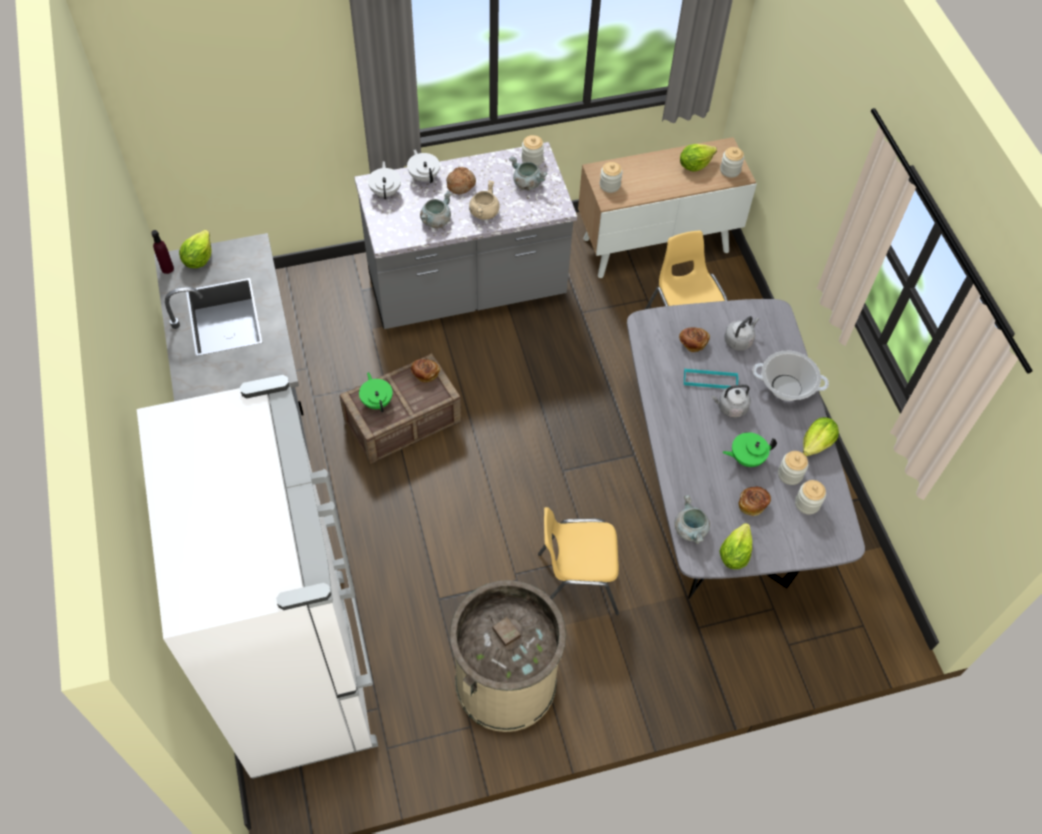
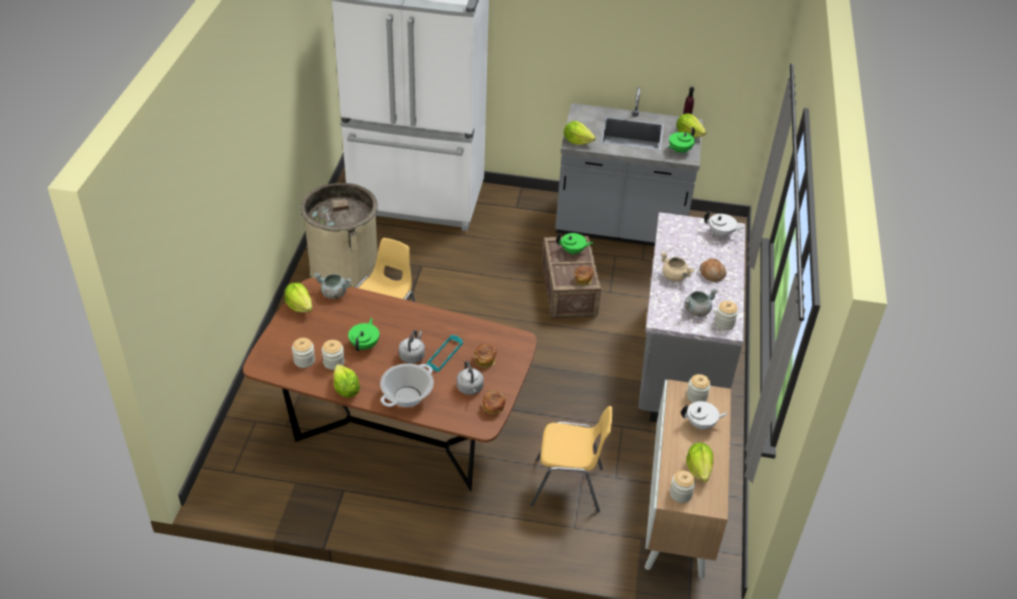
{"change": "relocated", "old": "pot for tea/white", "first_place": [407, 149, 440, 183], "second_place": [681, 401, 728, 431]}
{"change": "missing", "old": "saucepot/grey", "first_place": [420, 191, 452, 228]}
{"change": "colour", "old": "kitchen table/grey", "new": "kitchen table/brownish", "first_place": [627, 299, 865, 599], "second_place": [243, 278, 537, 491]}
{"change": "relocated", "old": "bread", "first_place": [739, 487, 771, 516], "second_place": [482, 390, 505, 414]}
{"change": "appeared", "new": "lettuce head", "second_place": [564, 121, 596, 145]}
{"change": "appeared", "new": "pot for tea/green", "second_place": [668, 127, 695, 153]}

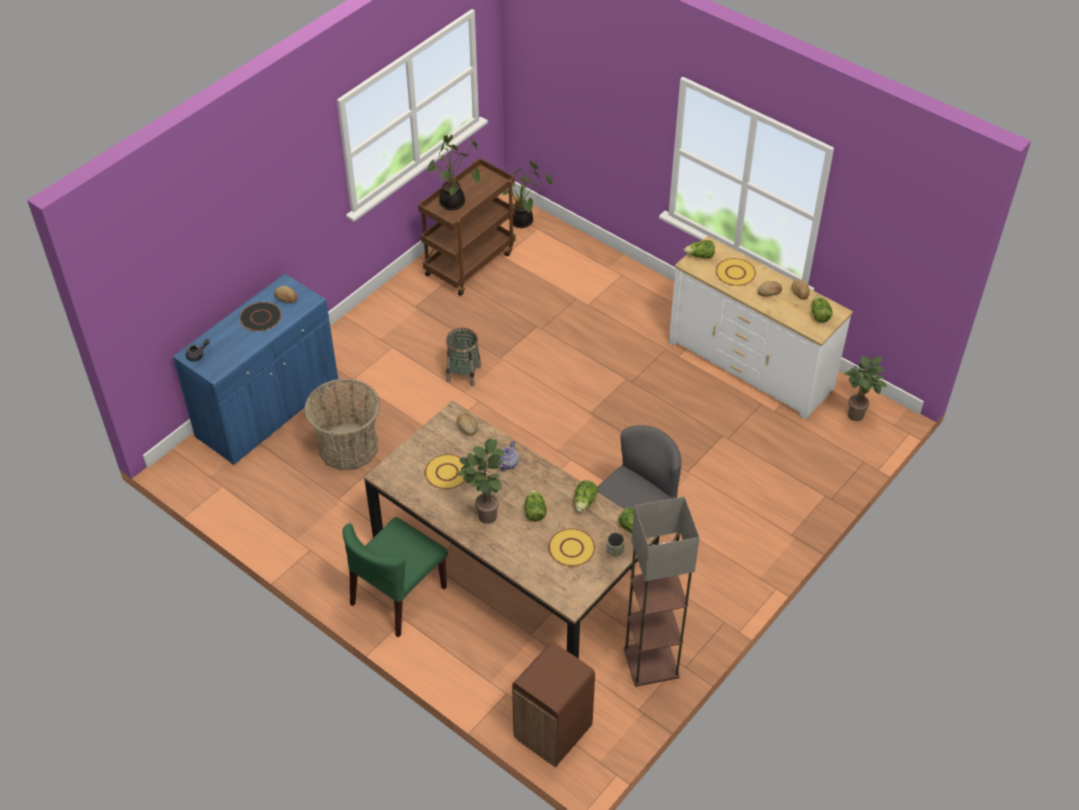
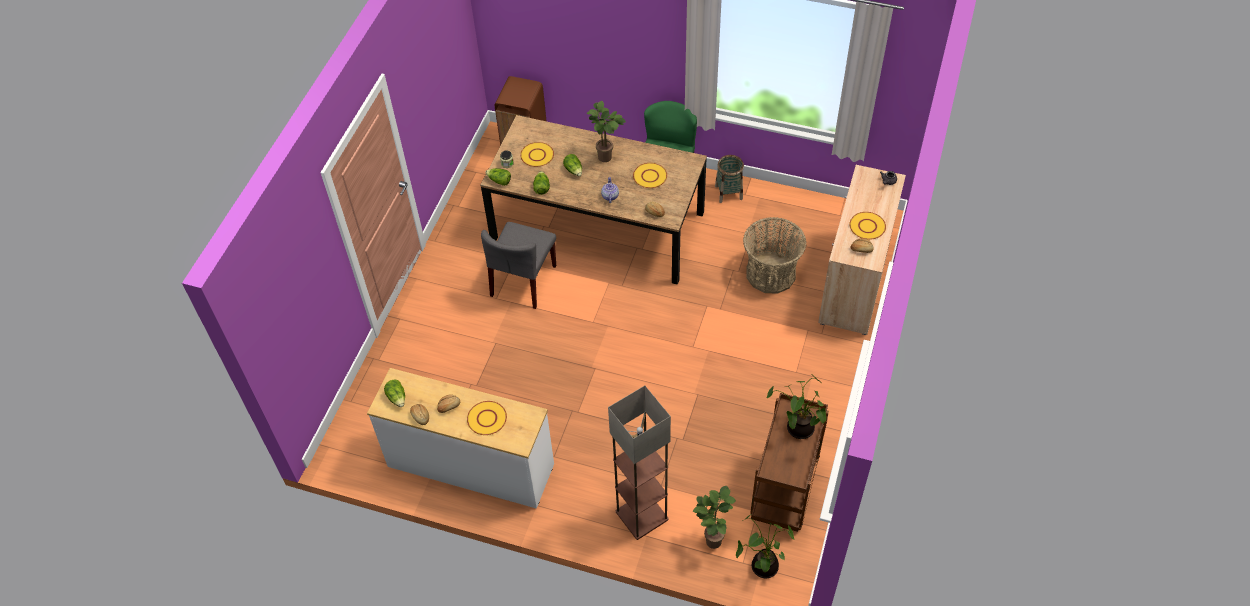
{"change": "missing", "old": "lettuce head", "first_place": [684, 240, 715, 258]}
{"change": "colour", "old": "cupboard/blue", "new": "cupboard/sand-coloured", "first_place": [173, 274, 338, 464], "second_place": [818, 165, 906, 335]}
{"change": "colour", "old": "plate/blackish", "new": "plate/yellow", "first_place": [240, 302, 281, 331], "second_place": [849, 212, 886, 240]}
{"change": "relocated", "old": "household basket", "first_place": [446, 328, 481, 386], "second_place": [715, 155, 744, 203]}
{"change": "relocated", "old": "potted plant", "first_place": [844, 356, 887, 421], "second_place": [693, 486, 736, 549]}
{"change": "relocated", "old": "standing lamp", "first_place": [624, 497, 700, 687], "second_place": [608, 386, 671, 540]}

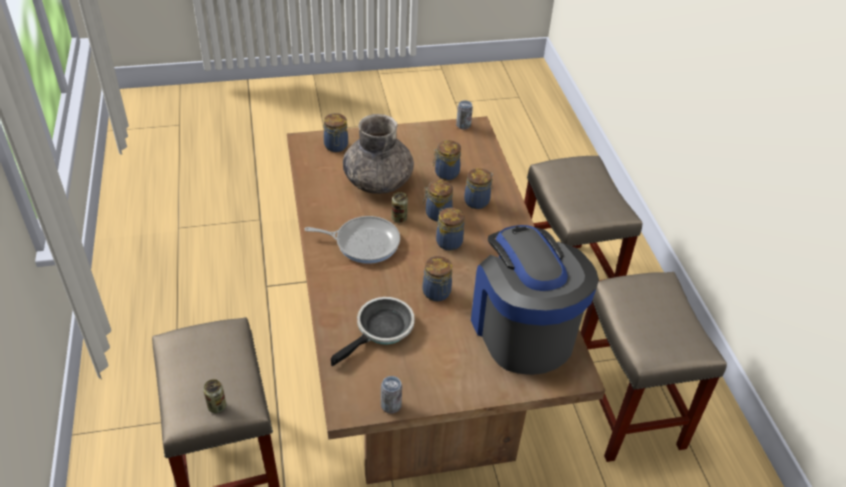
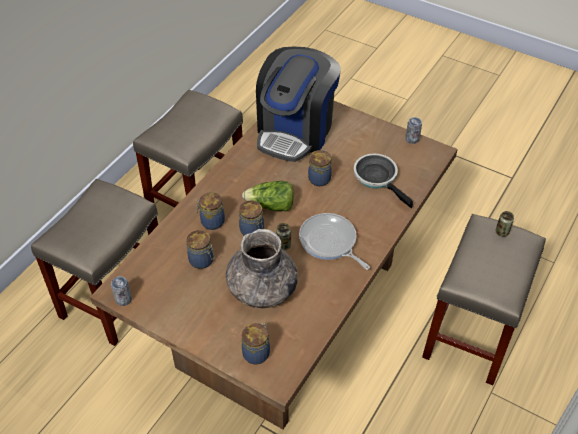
{"change": "exchanged", "old": "preserve jar", "new": "lettuce head", "first_place": [436, 208, 464, 251], "second_place": [242, 181, 294, 212]}
{"change": "spun", "old": "skillet", "first_place": [331, 297, 415, 366], "second_place": [354, 154, 413, 208], "degrees": 60}

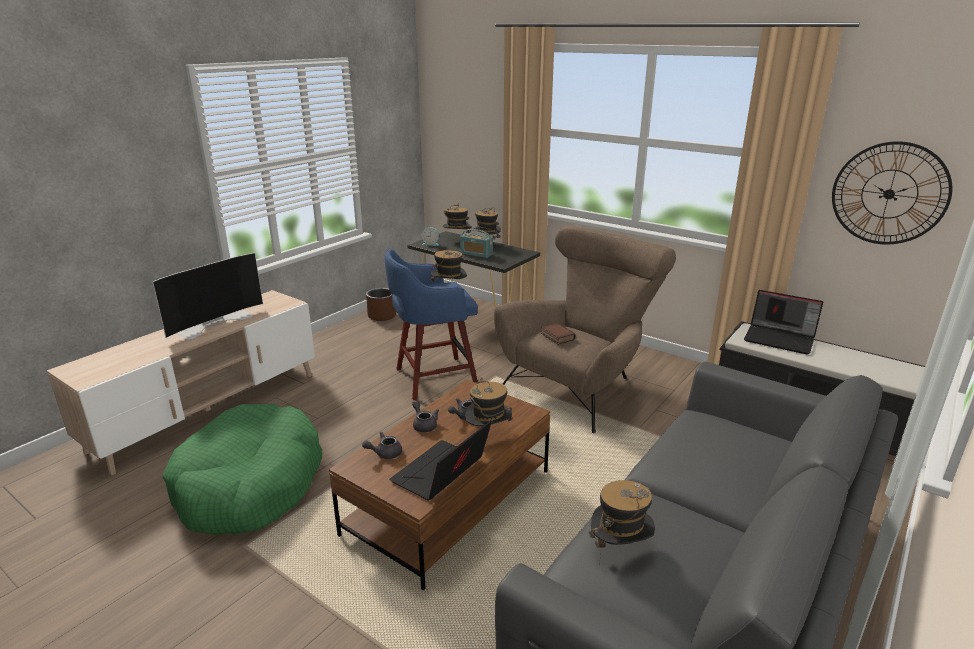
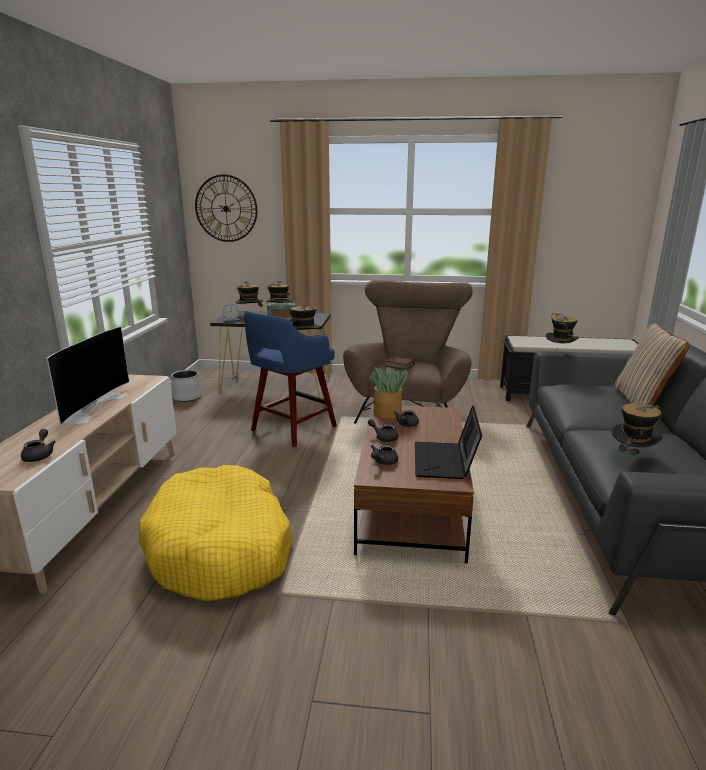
{"change": "relocated", "old": "clock on the wall", "first_place": [832, 141, 952, 245], "second_place": [195, 174, 257, 242]}
{"change": "colour", "old": "flower pot/brownish", "new": "flower pot/grey", "first_place": [366, 288, 396, 321], "second_place": [170, 370, 201, 402]}
{"change": "missing", "old": "notebook computer", "first_place": [744, 290, 823, 355]}
{"change": "relocated", "old": "wearable hat", "first_place": [465, 377, 513, 426], "second_place": [546, 313, 579, 343]}
{"change": "colour", "old": "pet bed/green", "new": "pet bed/yellow", "first_place": [163, 404, 322, 535], "second_place": [139, 465, 293, 601]}
{"change": "appeared", "new": "pillow/sand-coloured", "second_place": [615, 323, 690, 405]}
{"change": "appeared", "new": "potted plant", "second_place": [371, 367, 407, 418]}
{"change": "appeared", "new": "pot for tea/grey", "second_place": [21, 429, 56, 462]}

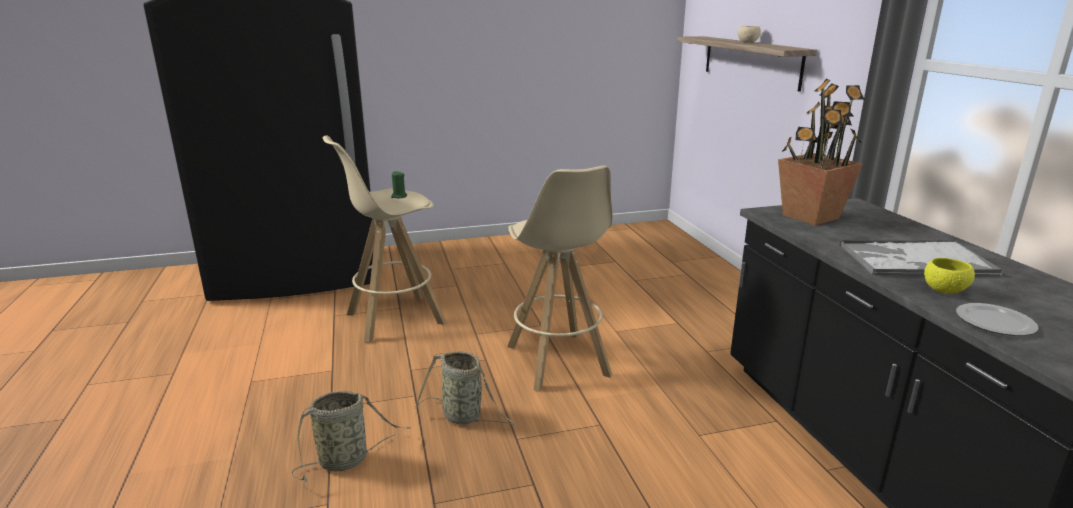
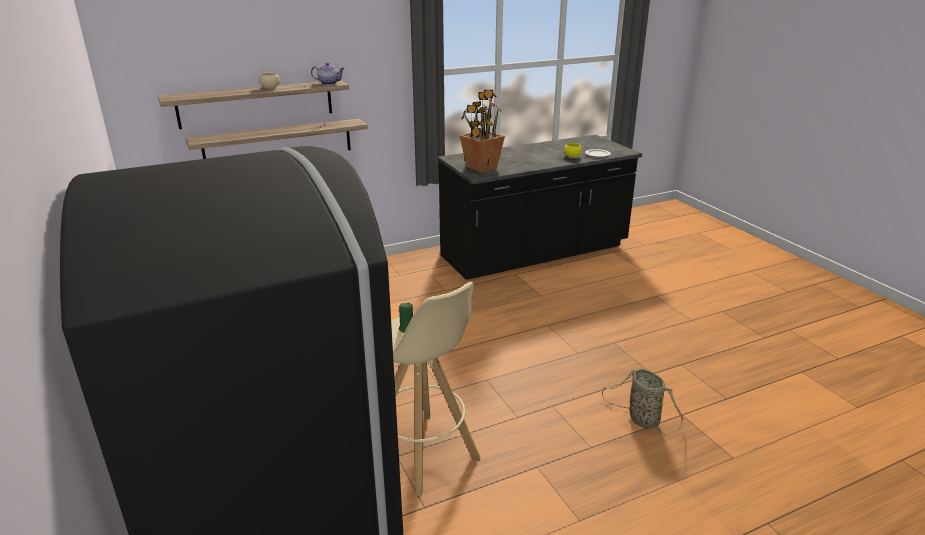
{"change": "missing", "old": "stool/sand-coloured", "first_place": [507, 166, 613, 392]}
{"change": "missing", "old": "serving tray", "first_place": [840, 240, 1003, 277]}
{"change": "missing", "old": "household basket", "first_place": [415, 351, 518, 426]}
{"change": "appeared", "new": "pot for tea", "second_place": [311, 62, 345, 85]}
{"change": "appeared", "new": "bracket shelf", "second_place": [186, 119, 368, 159]}

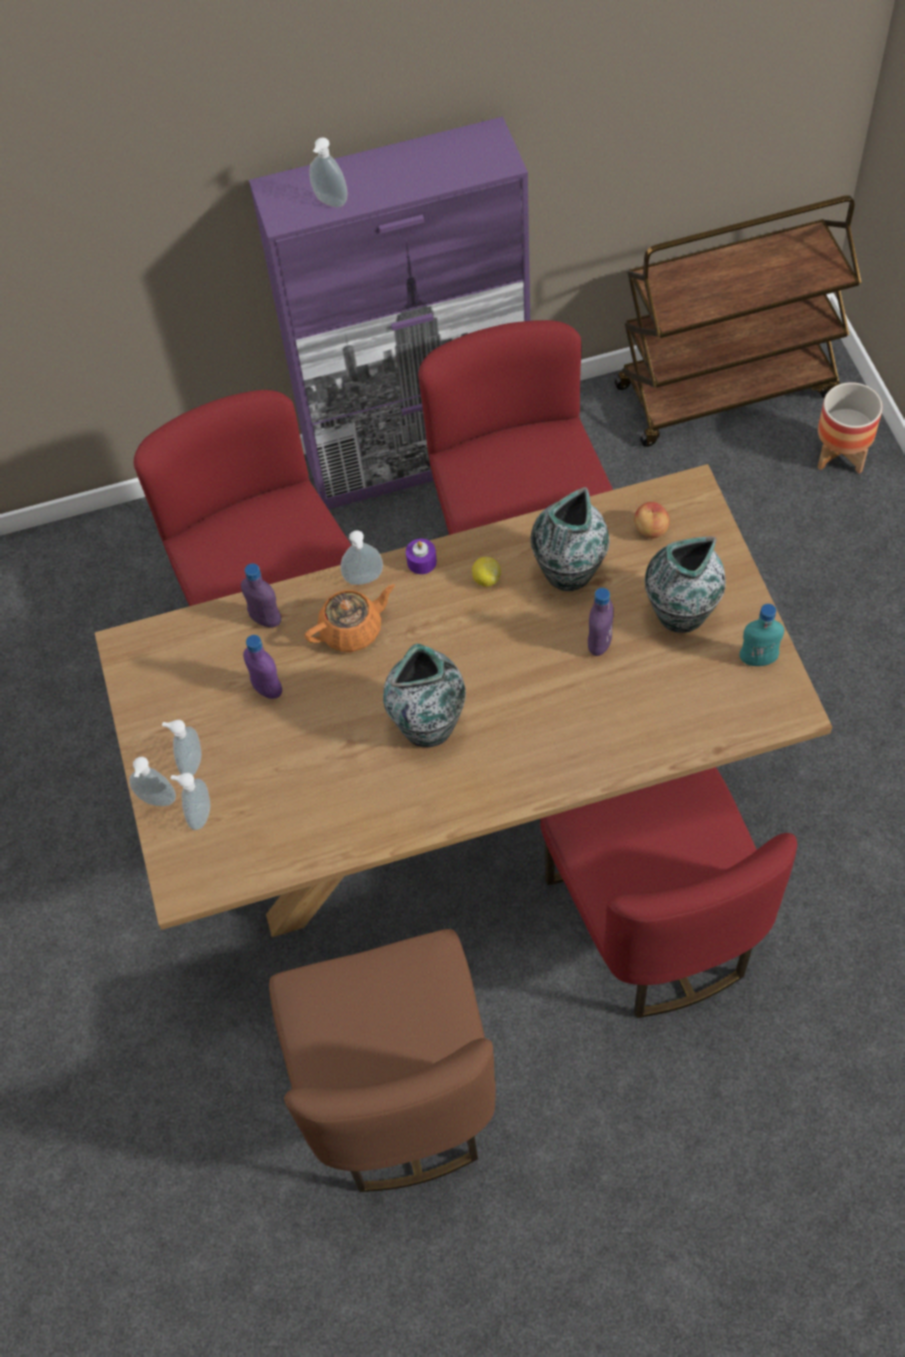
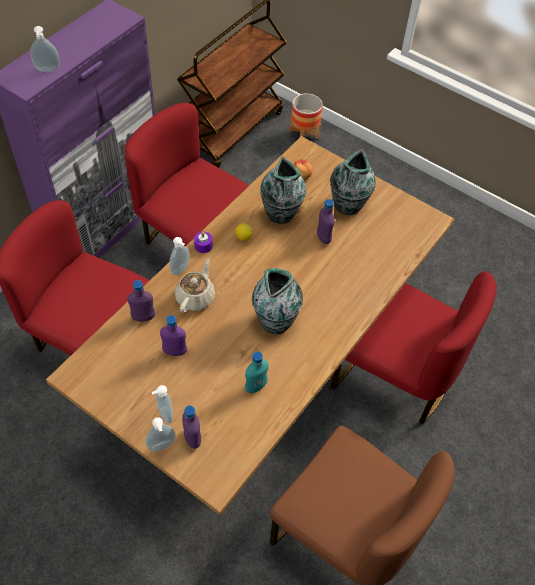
{"change": "colour", "old": "pot for tea/orangey", "new": "pot for tea/sand-coloured", "first_place": [305, 584, 395, 652], "second_place": [175, 259, 215, 313]}
{"change": "relocated", "old": "drink bottle/blue-green", "first_place": [740, 604, 784, 666], "second_place": [245, 352, 268, 393]}
{"change": "exchanged", "old": "liquid soap bottle", "new": "drink bottle/purplish", "first_place": [171, 773, 210, 830], "second_place": [182, 406, 201, 449]}

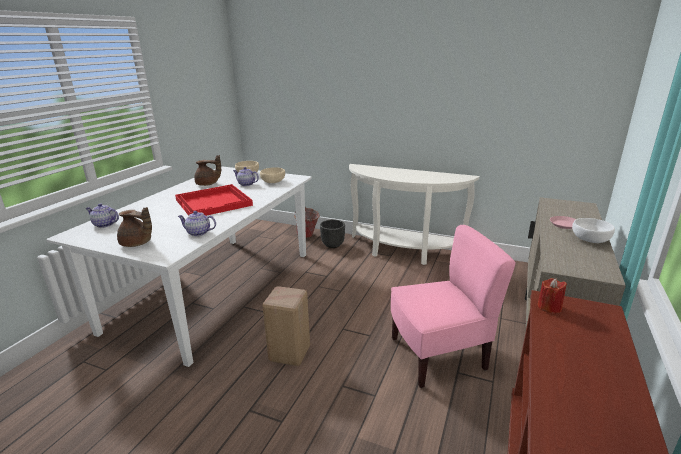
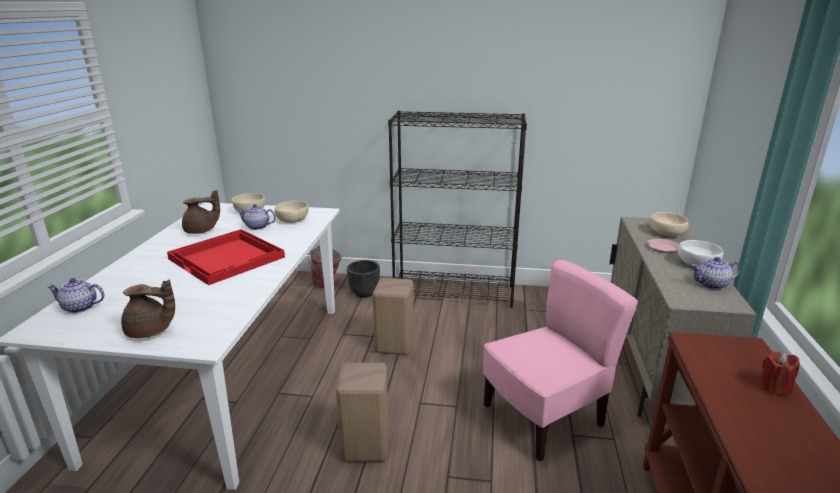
{"change": "exchanged", "old": "narrow table/white", "new": "bookcase/blackish", "first_place": [349, 164, 479, 265], "second_place": [388, 111, 527, 308]}
{"change": "relocated", "old": "pot for tea", "first_place": [178, 211, 216, 236], "second_place": [691, 257, 741, 290]}
{"change": "relocated", "old": "wax candle/red", "first_place": [537, 278, 567, 313], "second_place": [759, 351, 800, 396]}
{"change": "appeared", "new": "bowl/sand-coloured", "second_place": [650, 212, 689, 236]}
{"change": "appeared", "new": "stool/sand-coloured", "second_place": [372, 278, 414, 355]}

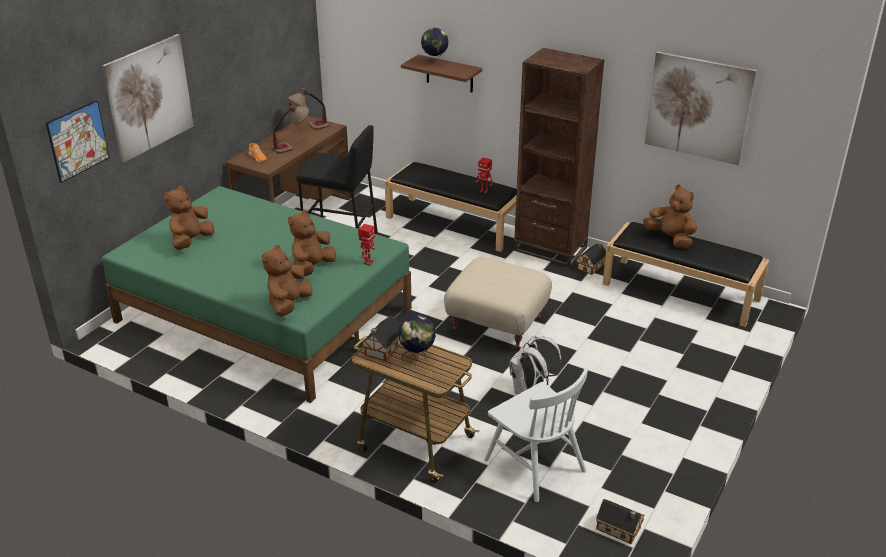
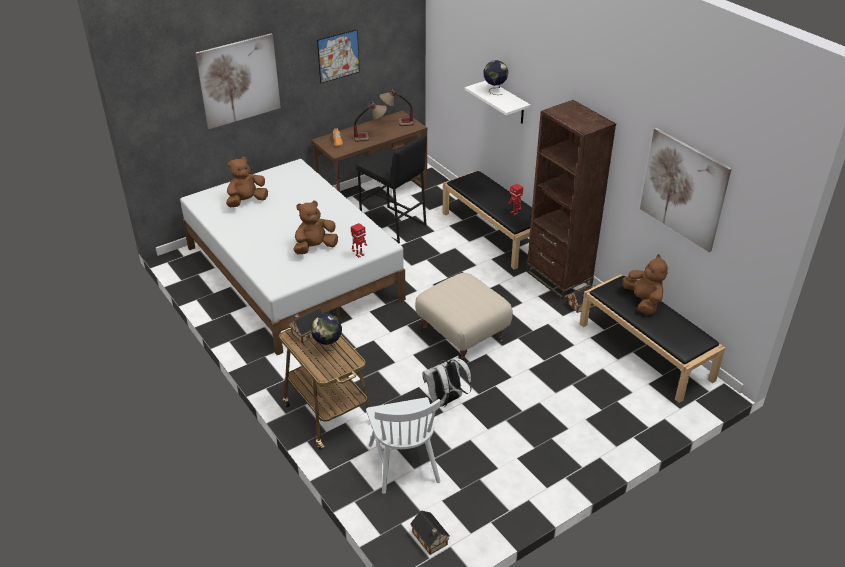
{"change": "colour", "old": "bracket shelf/brownish", "new": "bracket shelf/white", "first_place": [401, 55, 482, 93], "second_place": [465, 81, 530, 124]}
{"change": "relocated", "old": "picture", "first_place": [46, 100, 110, 183], "second_place": [317, 29, 360, 83]}
{"change": "colour", "old": "sleeping bed/green", "new": "sleeping bed/white", "first_place": [102, 186, 412, 403], "second_place": [180, 159, 406, 355]}
{"change": "missing", "old": "cuddly toy/brownish", "first_place": [262, 245, 312, 316]}

